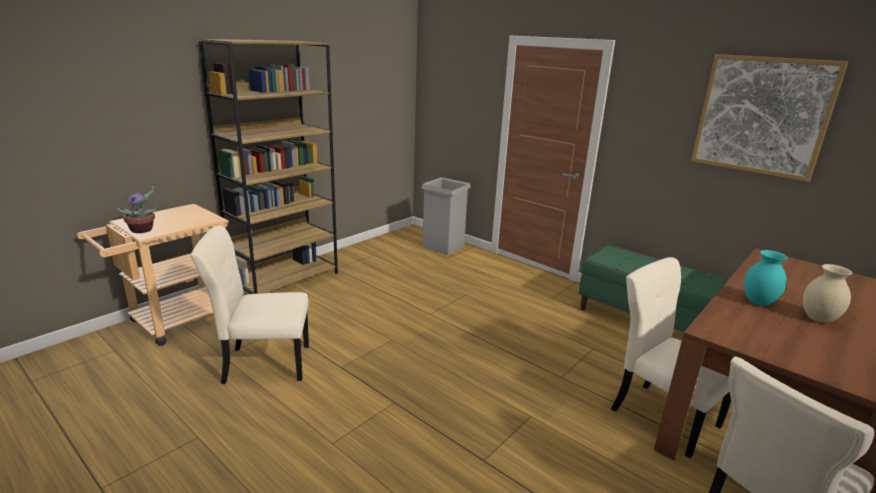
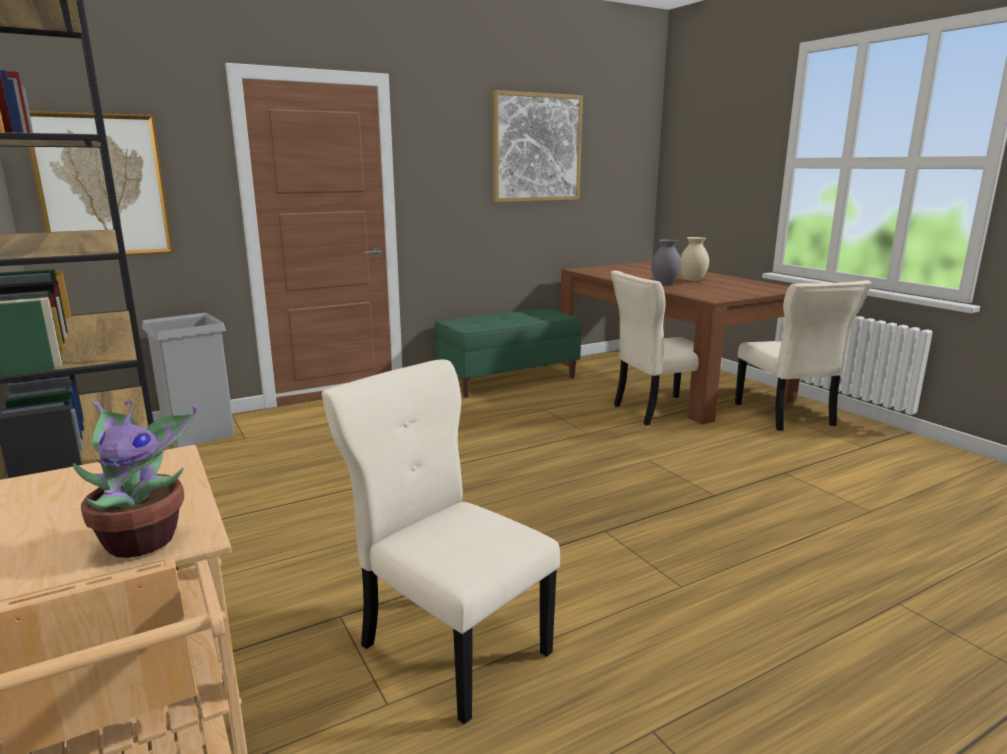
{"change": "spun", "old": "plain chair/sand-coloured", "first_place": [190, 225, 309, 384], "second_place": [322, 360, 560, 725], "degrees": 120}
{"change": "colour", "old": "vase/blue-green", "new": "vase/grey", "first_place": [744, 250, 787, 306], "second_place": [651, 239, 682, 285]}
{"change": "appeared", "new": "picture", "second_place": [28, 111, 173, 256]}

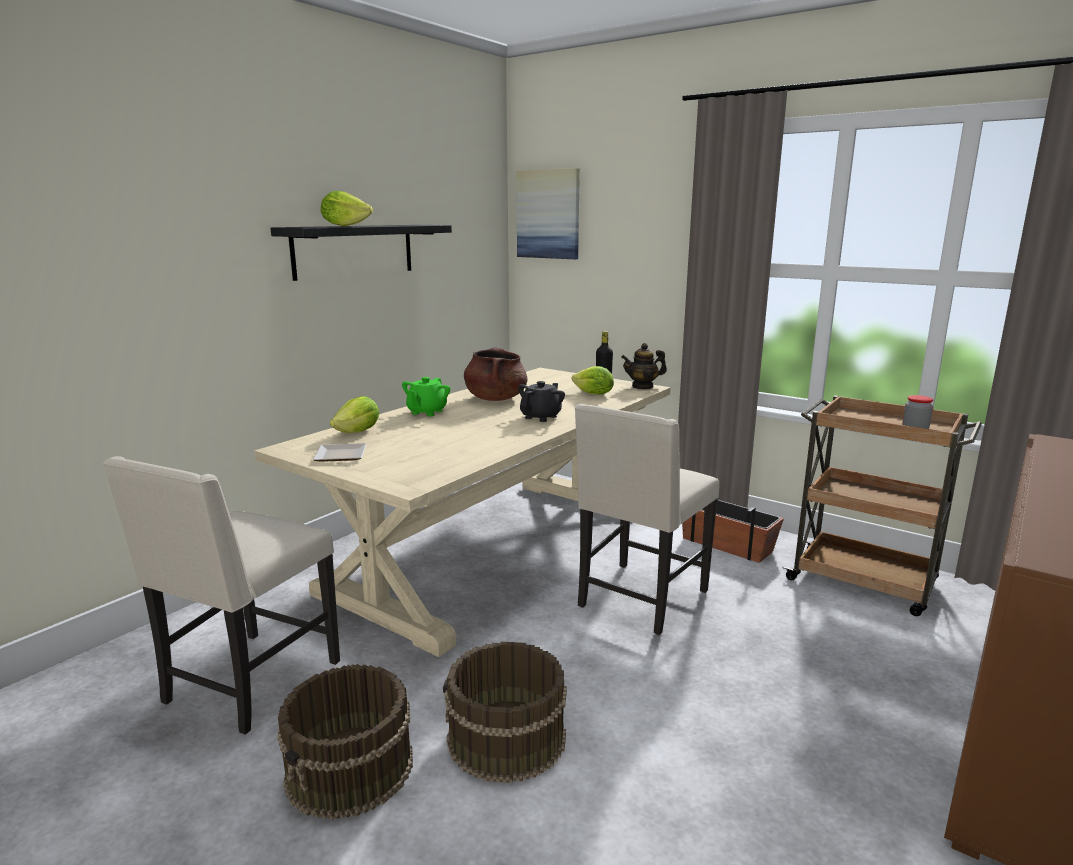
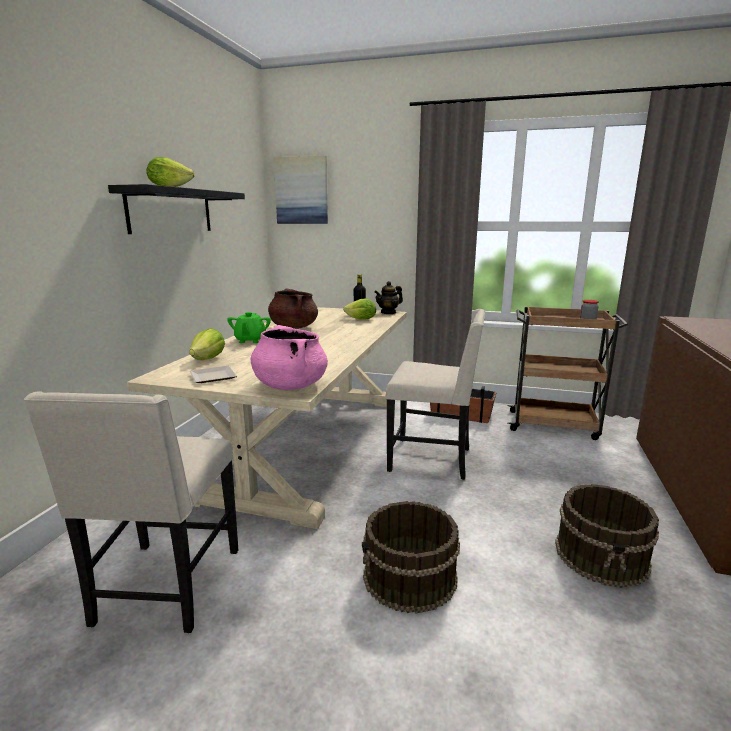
{"change": "missing", "old": "pot for tea/blackish", "first_place": [518, 381, 565, 422]}
{"change": "spun", "old": "plain chair/sand-coloured", "first_place": [575, 404, 720, 635], "second_place": [386, 309, 485, 480], "degrees": -90}
{"change": "relocated", "old": "bucket/brownish", "first_place": [277, 664, 413, 820], "second_place": [555, 484, 659, 588]}
{"change": "appeared", "new": "saucepot/pink", "second_place": [251, 325, 328, 390]}

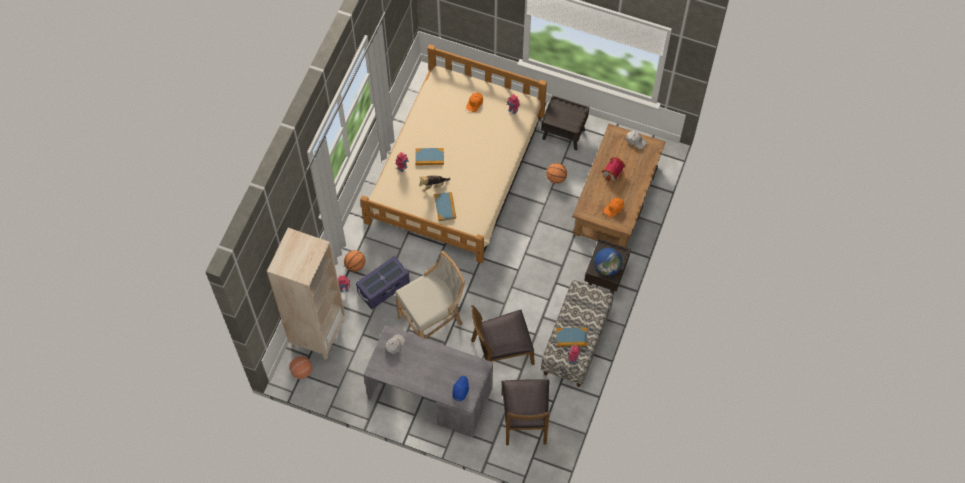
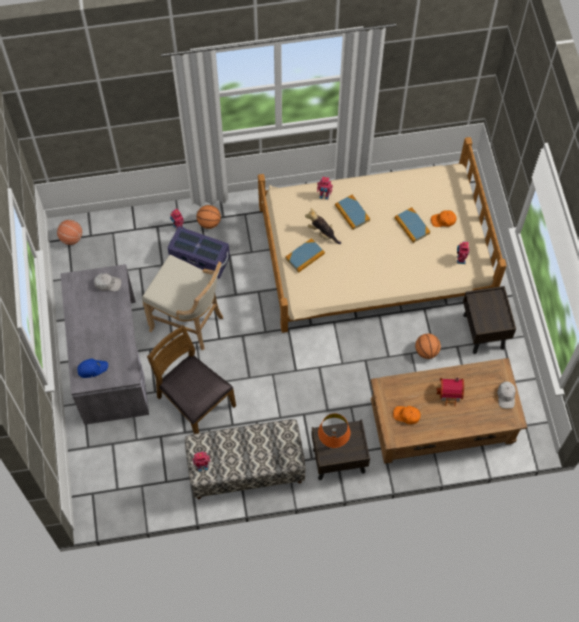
{"change": "missing", "old": "bookcase/sand-coloured", "first_place": [267, 228, 345, 360]}
{"change": "exchanged", "old": "world globe", "new": "table lamp/orangey", "first_place": [594, 248, 622, 276], "second_place": [318, 414, 350, 448]}
{"change": "relocated", "old": "volume", "first_place": [556, 327, 588, 347], "second_place": [395, 207, 431, 243]}
{"change": "missing", "old": "plain chair/brownish", "first_place": [501, 379, 550, 445]}

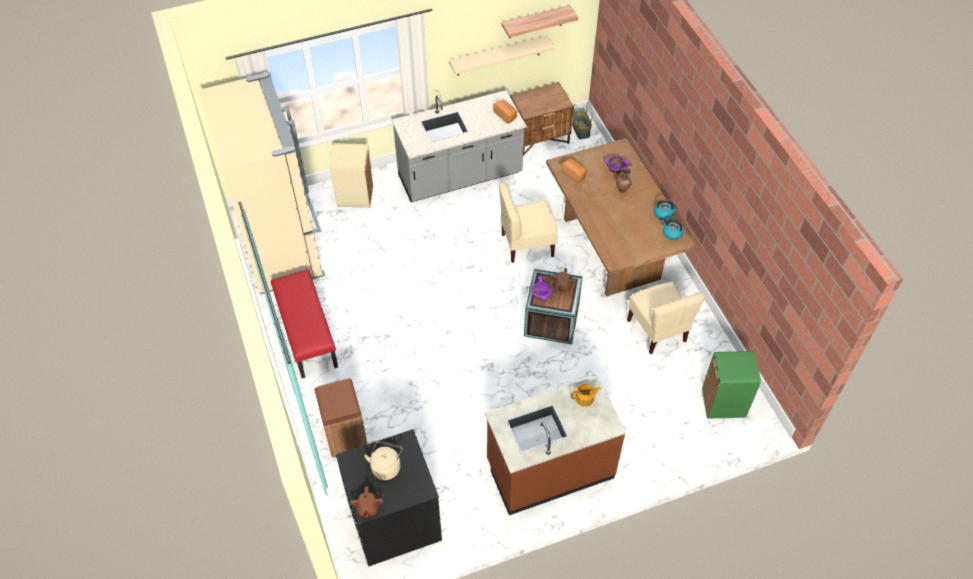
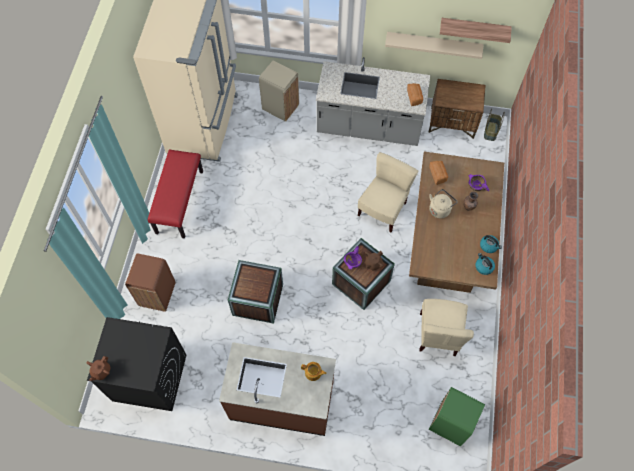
{"change": "spun", "old": "plain chair/sand-coloured", "first_place": [499, 182, 557, 263], "second_place": [358, 152, 418, 232], "degrees": 105}
{"change": "relocated", "old": "water kettle/sand-coloured", "first_place": [364, 441, 403, 480], "second_place": [429, 189, 457, 218]}
{"change": "appeared", "new": "packing crate", "second_place": [228, 260, 283, 324]}

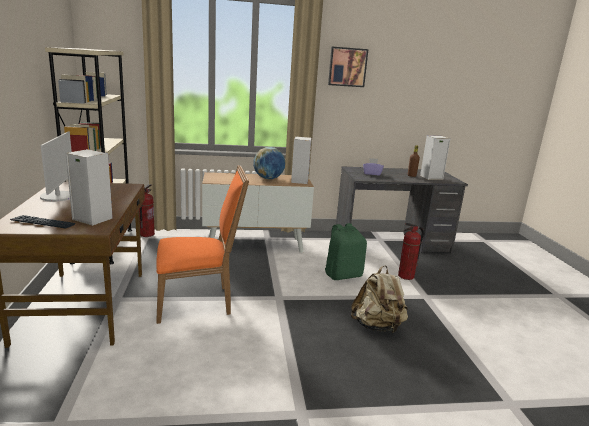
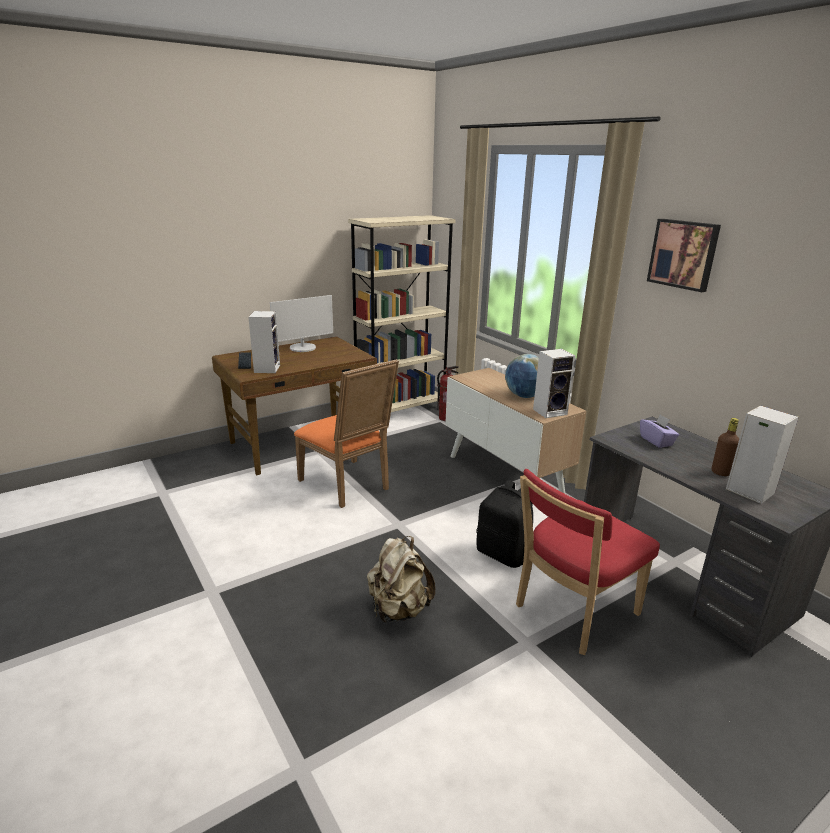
{"change": "colour", "old": "backpack/green", "new": "backpack/blackish", "first_place": [325, 223, 367, 280], "second_place": [476, 480, 533, 568]}
{"change": "exchanged", "old": "extinguisher", "new": "plain chair/red", "first_place": [398, 223, 424, 280], "second_place": [516, 469, 660, 655]}

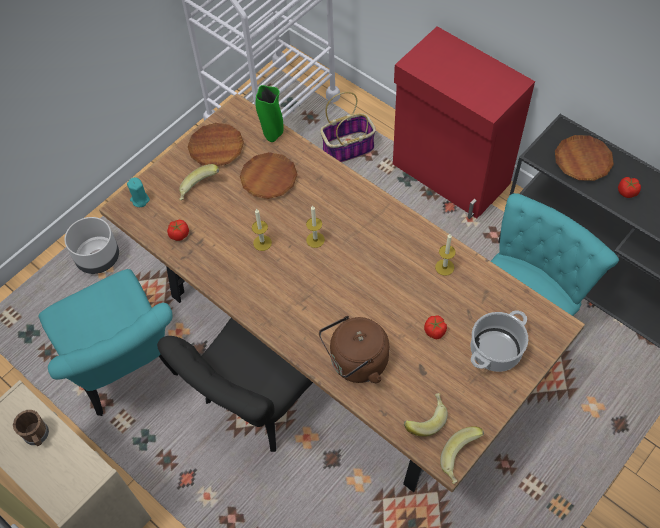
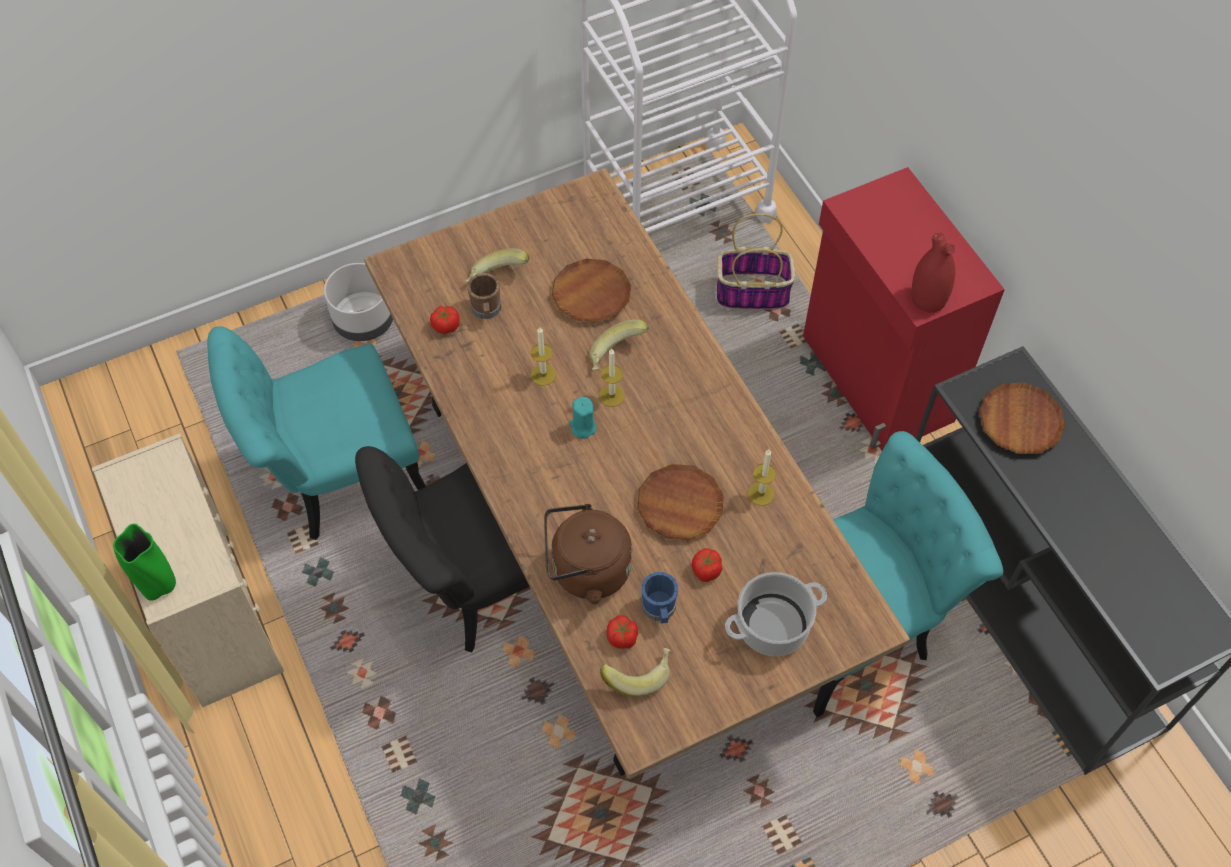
{"change": "relocated", "old": "vase/green", "first_place": [255, 85, 283, 142], "second_place": [113, 524, 176, 601]}
{"change": "relocated", "old": "plate/brownish", "first_place": [188, 123, 244, 166], "second_place": [637, 464, 724, 540]}
{"change": "relocated", "old": "wax candle/blue-green", "first_place": [127, 177, 150, 207], "second_place": [569, 397, 596, 439]}
{"change": "relocated", "old": "tomato", "first_place": [618, 177, 641, 198], "second_place": [606, 615, 638, 649]}
{"change": "spun", "old": "plain chair/blue-green", "first_place": [38, 269, 178, 416], "second_place": [207, 326, 426, 540], "degrees": 75}
{"change": "relocated", "old": "mug/brownish", "first_place": [13, 410, 49, 446], "second_place": [467, 273, 501, 319]}
{"change": "relocated", "old": "whole banana", "first_place": [440, 426, 484, 484], "second_place": [589, 319, 649, 371]}
{"change": "appeared", "new": "vase/red", "second_place": [912, 233, 955, 313]}
{"change": "appeared", "new": "mug/blue", "second_place": [641, 572, 678, 624]}

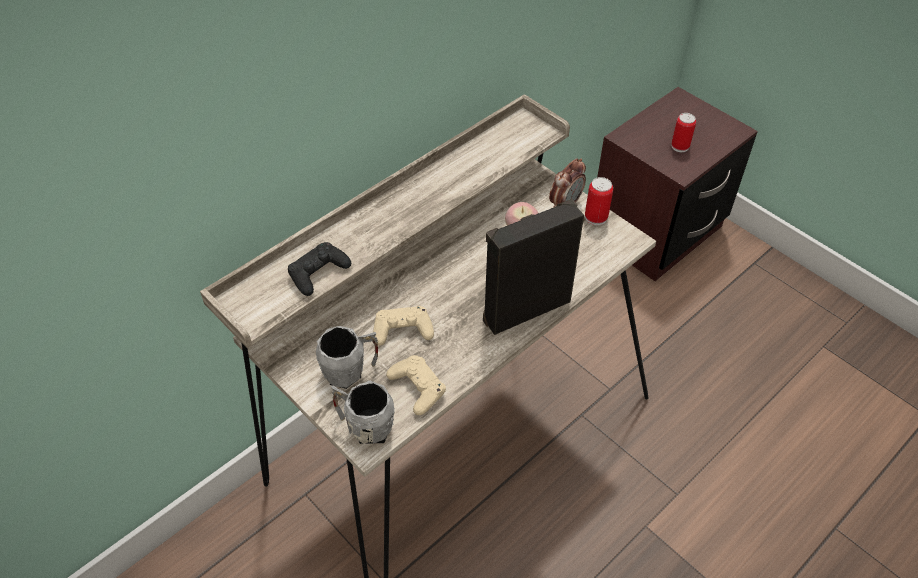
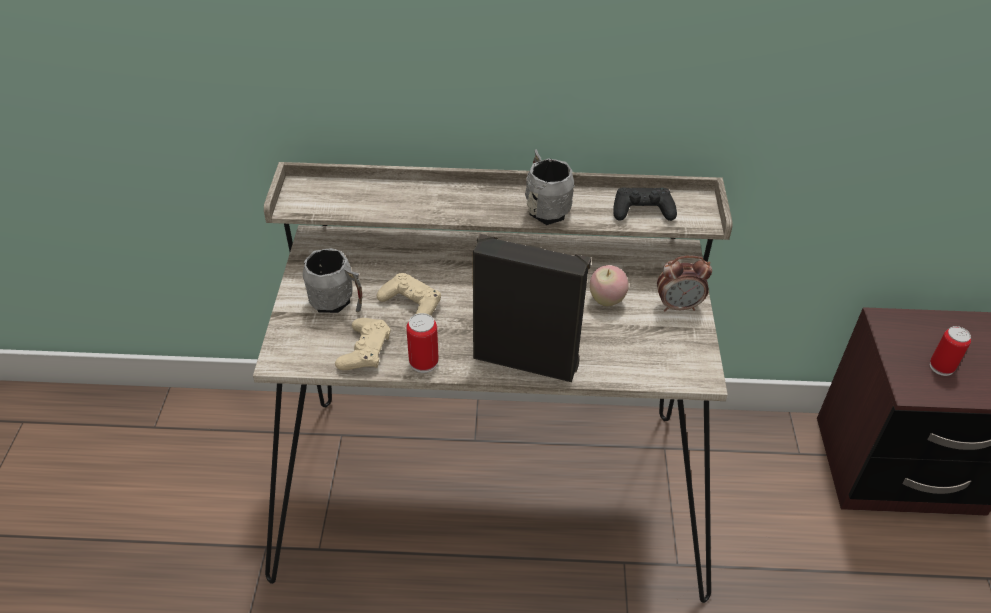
{"change": "relocated", "old": "metal can", "first_place": [585, 177, 613, 226], "second_place": [406, 313, 439, 373]}
{"change": "relocated", "old": "game controller/blackish", "first_place": [288, 242, 352, 296], "second_place": [613, 187, 677, 221]}
{"change": "relocated", "old": "mug/grey", "first_place": [331, 380, 395, 444], "second_place": [525, 149, 574, 225]}

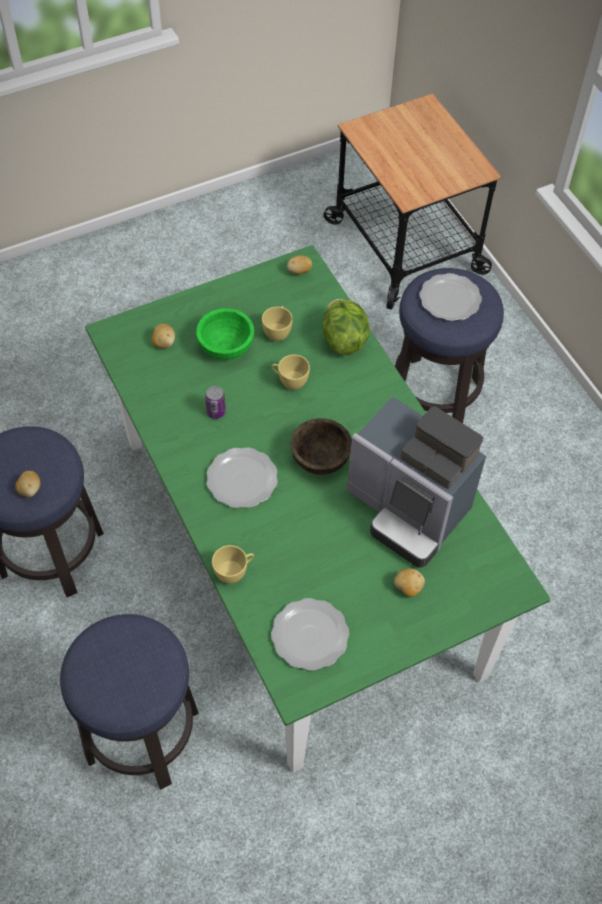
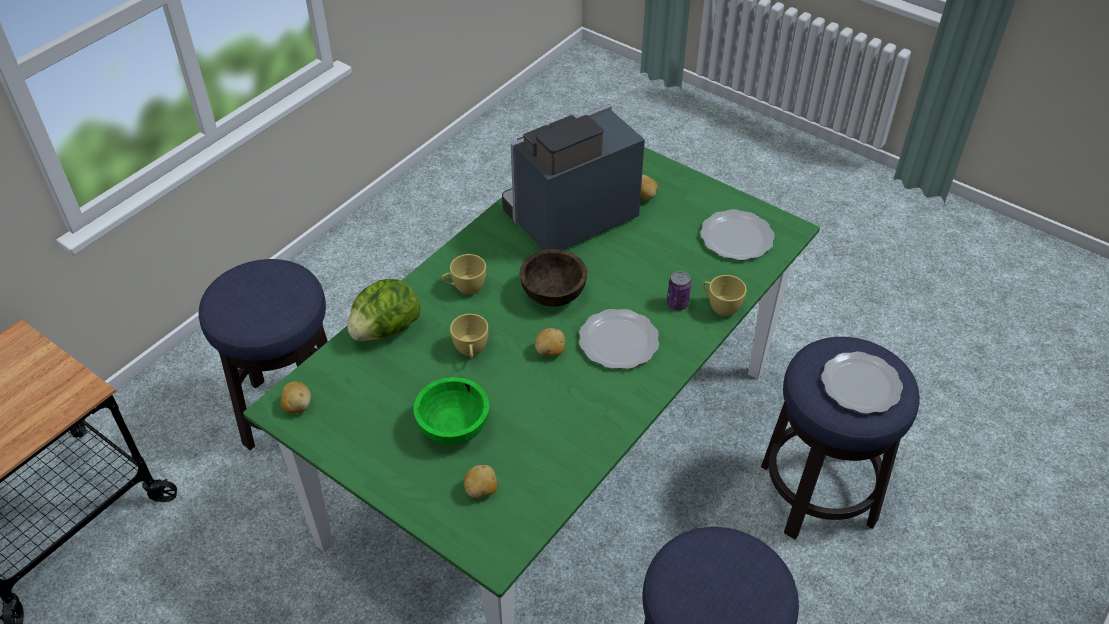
{"change": "relocated", "old": "plate", "first_place": [419, 273, 482, 321], "second_place": [821, 352, 903, 414]}
{"change": "relocated", "old": "drinking cup/yellow", "first_place": [262, 306, 293, 341], "second_place": [442, 254, 486, 295]}
{"change": "relocated", "old": "metal can", "first_place": [205, 386, 226, 419], "second_place": [667, 271, 691, 310]}
{"change": "spun", "old": "coffee machine", "first_place": [347, 396, 486, 568], "second_place": [502, 104, 645, 250], "degrees": -135}
{"change": "relocated", "old": "whole potato", "first_place": [15, 471, 41, 497], "second_place": [535, 328, 565, 356]}

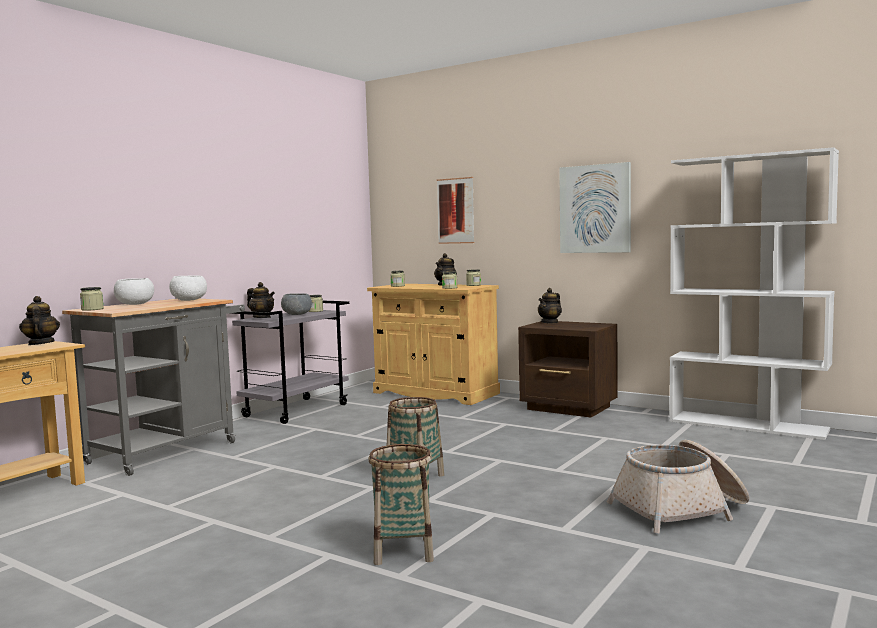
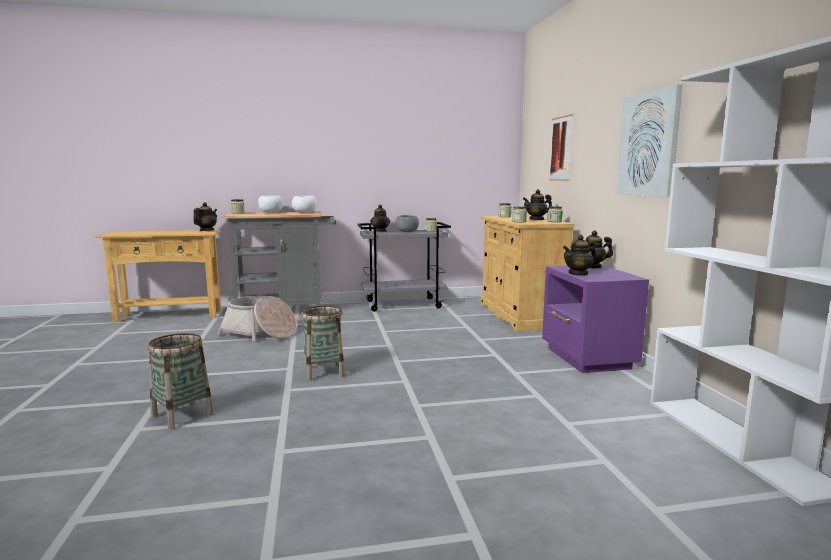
{"change": "colour", "old": "night table/brownish", "new": "night table/purplish", "first_place": [518, 321, 617, 418], "second_place": [542, 265, 649, 373]}
{"change": "relocated", "old": "household basket", "first_place": [607, 440, 749, 534], "second_place": [217, 296, 297, 342]}
{"change": "appeared", "new": "pot for tea", "second_place": [563, 235, 596, 276]}

